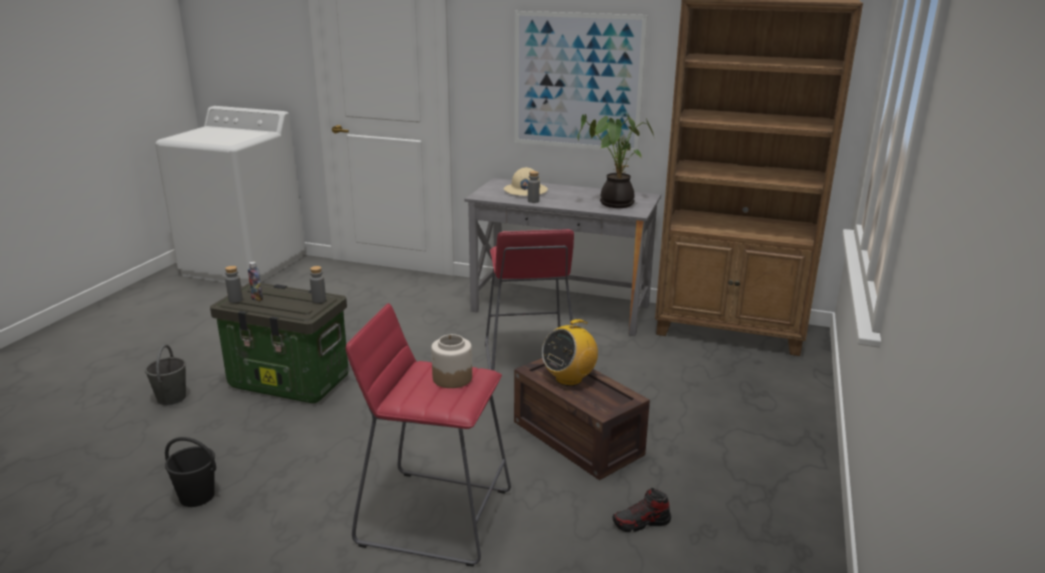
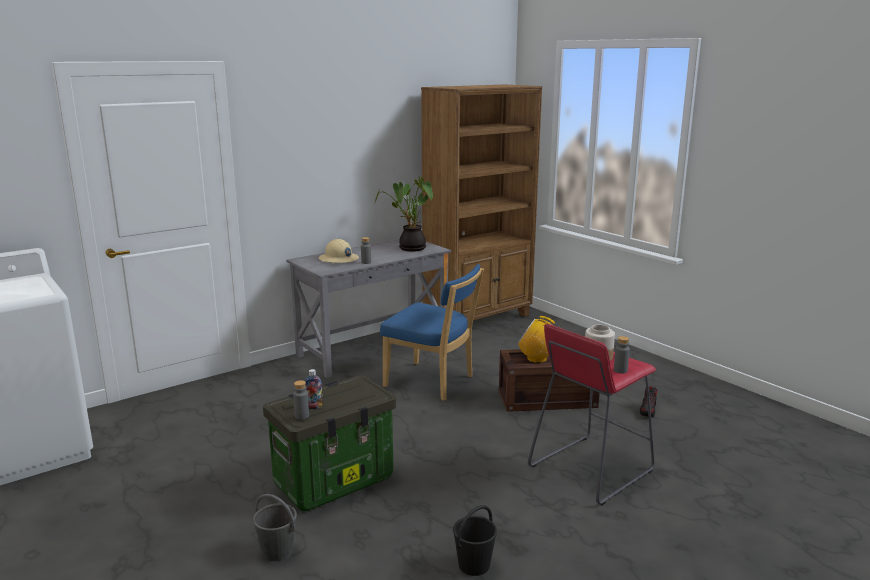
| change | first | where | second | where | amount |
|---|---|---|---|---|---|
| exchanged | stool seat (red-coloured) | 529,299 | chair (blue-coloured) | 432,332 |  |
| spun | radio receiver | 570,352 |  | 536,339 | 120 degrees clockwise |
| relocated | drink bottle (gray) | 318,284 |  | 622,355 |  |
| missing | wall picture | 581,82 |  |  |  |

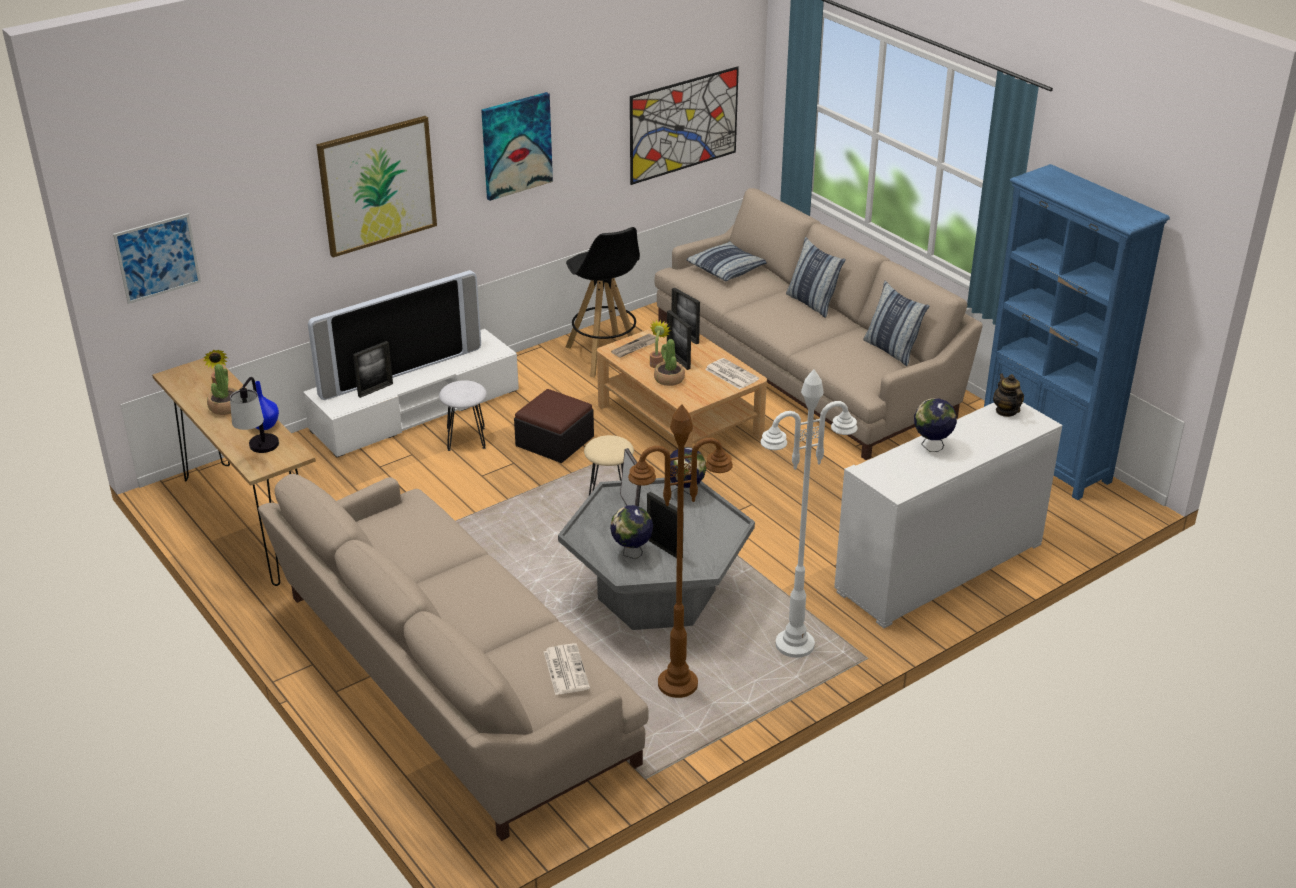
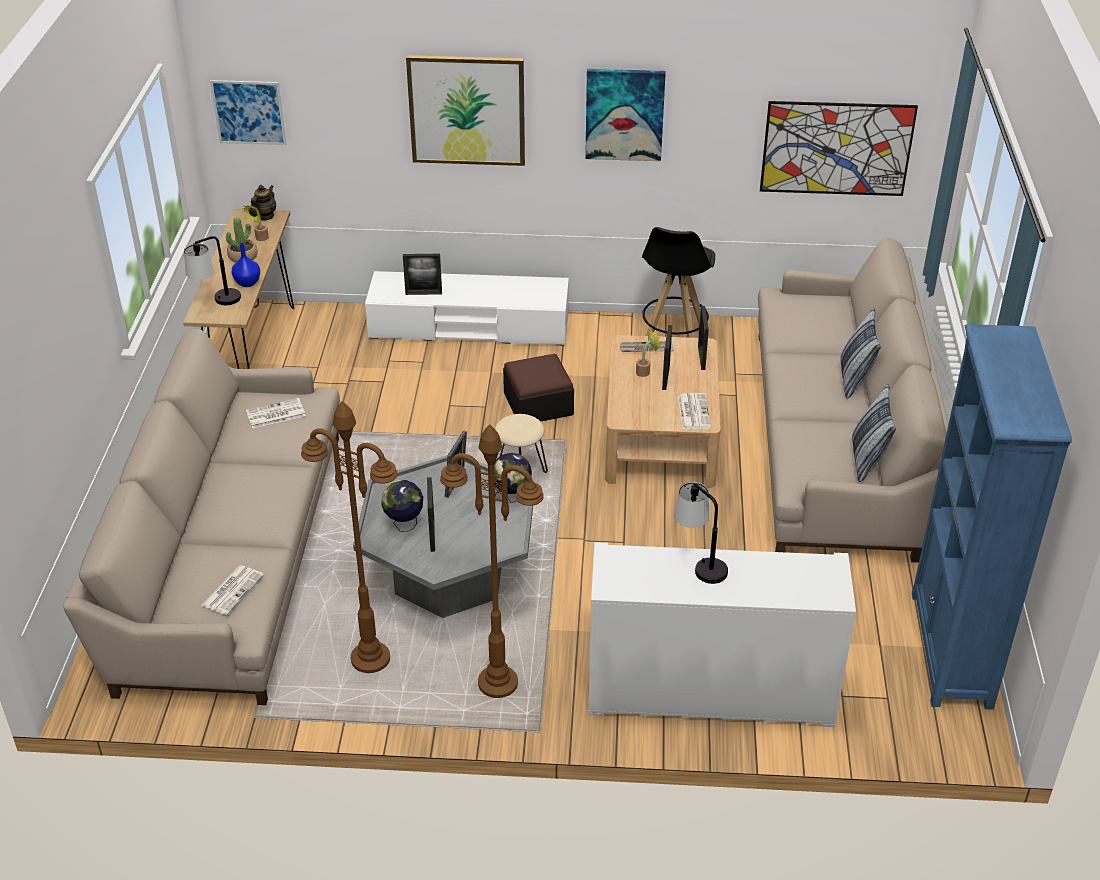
| change | first | where | second | where | amount |
|---|---|---|---|---|---|
| appeared |  |  | printed paper | 276,413 |  |
| relocated | pot for tea | 1008,395 |  | 263,203 |  |
| colour | standing lamp (whitish) | 809,513 | standing lamp (brown) | 492,561 |  |
| exchanged | globe | 935,425 | table lamp | 701,533 |  |
| missing | television | 394,335 |  |  |  |
| missing | stool seat (whitish) | 463,415 |  |  |  |
| missing | potted plant | 669,362 |  |  |  |
| missing | pillow | 726,261 |  |  |  |

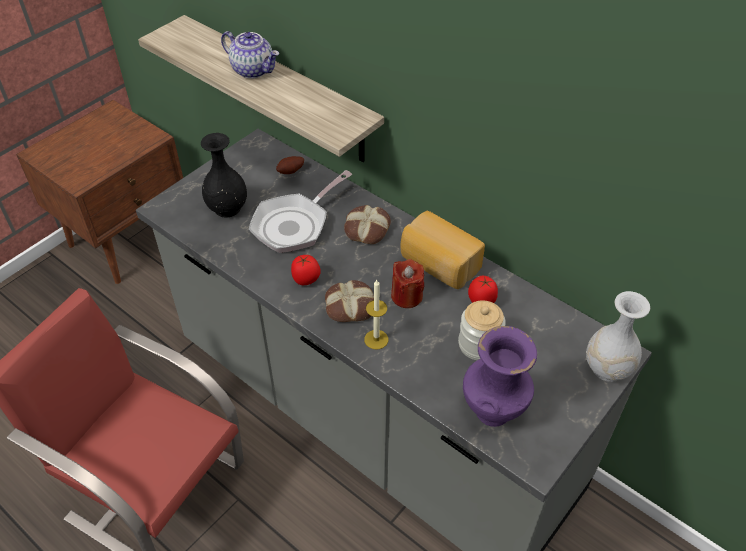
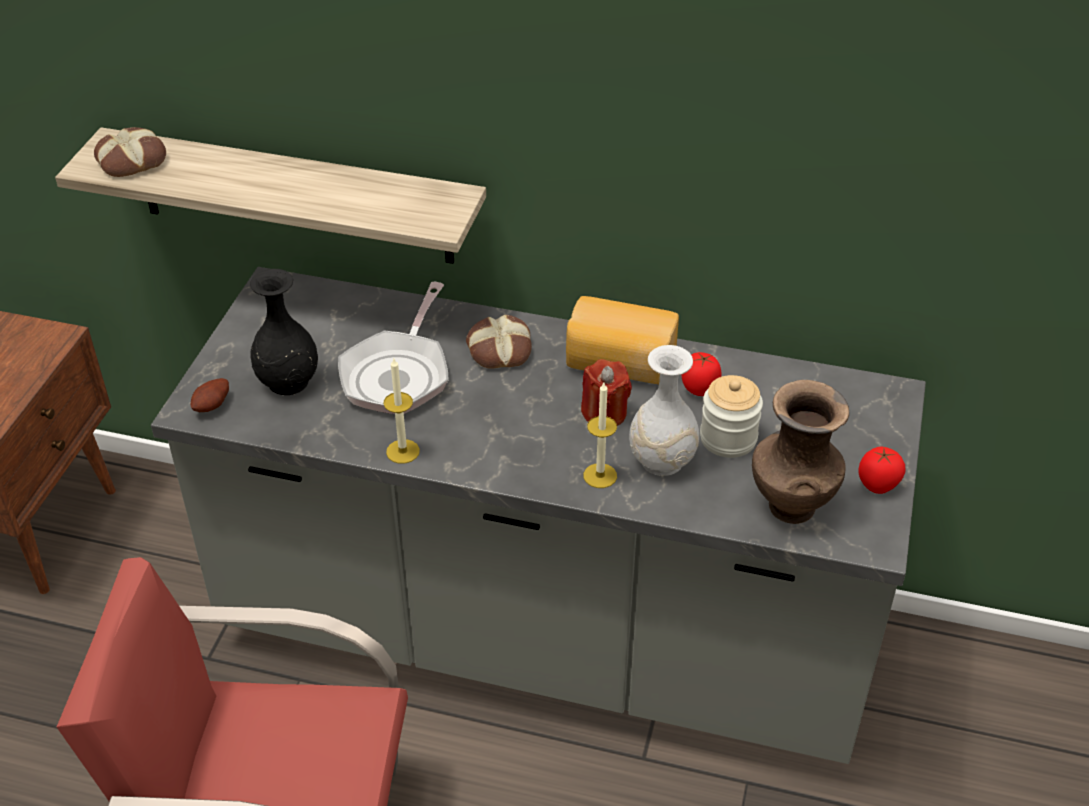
| change | first | where | second | where | amount |
|---|---|---|---|---|---|
| relocated | baked bread | 349,301 |  | 130,152 |  |
| relocated | potato | 290,165 |  | 209,395 |  |
| appeared |  |  | candle | 401,411 |  |
| relocated | flower vase (whitish) | 618,336 |  | 664,410 |  |
| colour | flower vase (purplish) | 500,376 | flower vase (brown) | 800,452 |  |
| relocated | fresh tomato | 305,270 |  | 882,470 |  |
| missing | pot for tea | 250,55 |  |  |  |

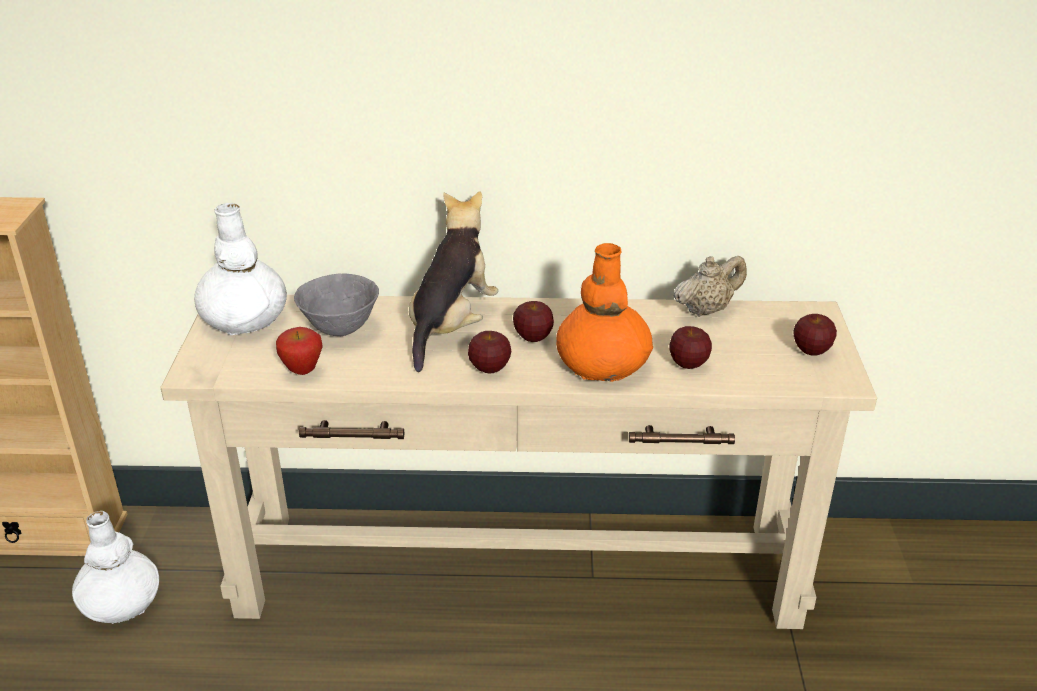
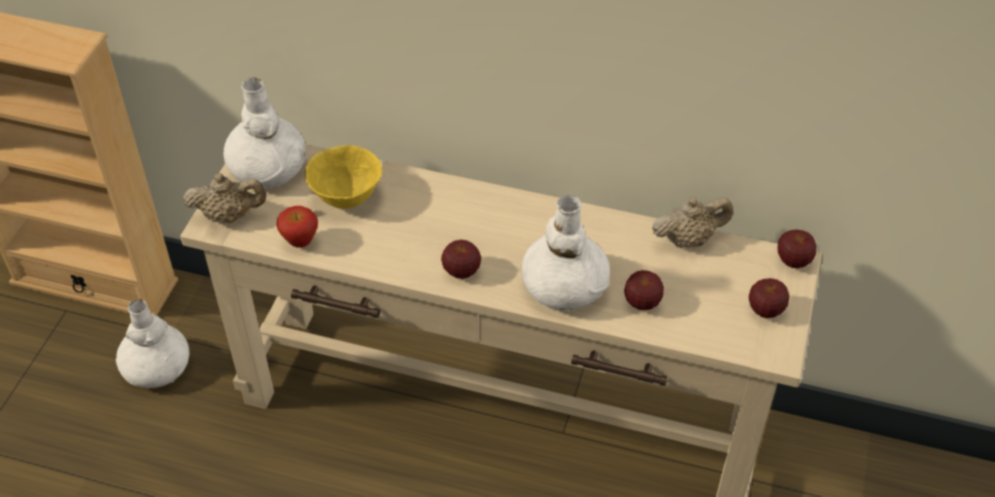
| change | first | where | second | where | amount |
|---|---|---|---|---|---|
| appeared |  |  | pot for tea (beige) | 225,198 |  |
| colour | bowl (gray) | 336,304 | bowl (yellow) | 343,177 |  |
| colour | flower vase (orange-coloured) | 604,312 | flower vase (whitish) | 565,253 |  |
| relocated | whole apple | 533,321 |  | 797,249 |  |
| missing | plush toy | 453,281 |  |  |  |

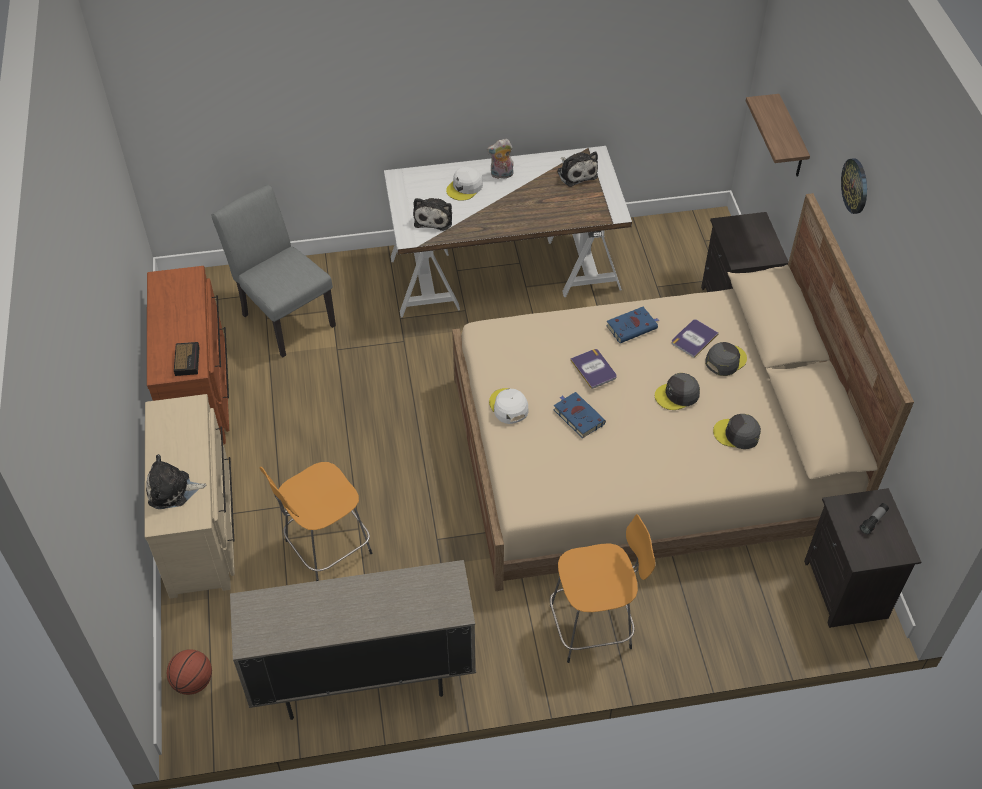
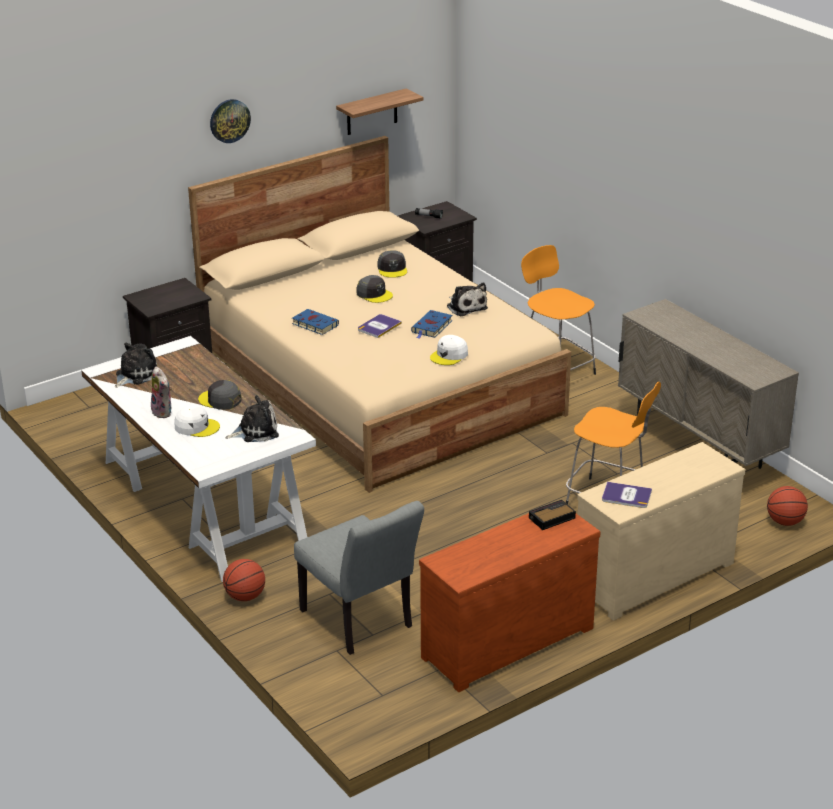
| change | first | where | second | where | amount |
|---|---|---|---|---|---|
| relocated | peaked cap (gray) | 726,359 |  | 220,395 |  |
| appeared |  |  | basketball | 244,580 |  |
| spun | chair (gray) | 274,271 |  | 359,578 | 60 degrees counterclockwise |
| relocated | wall shelf | 778,135 |  | 380,111 |  |
| relocated | plush toy | 176,481 |  | 467,299 |  |
| relocated | book | 695,339 |  | 627,495 |  |

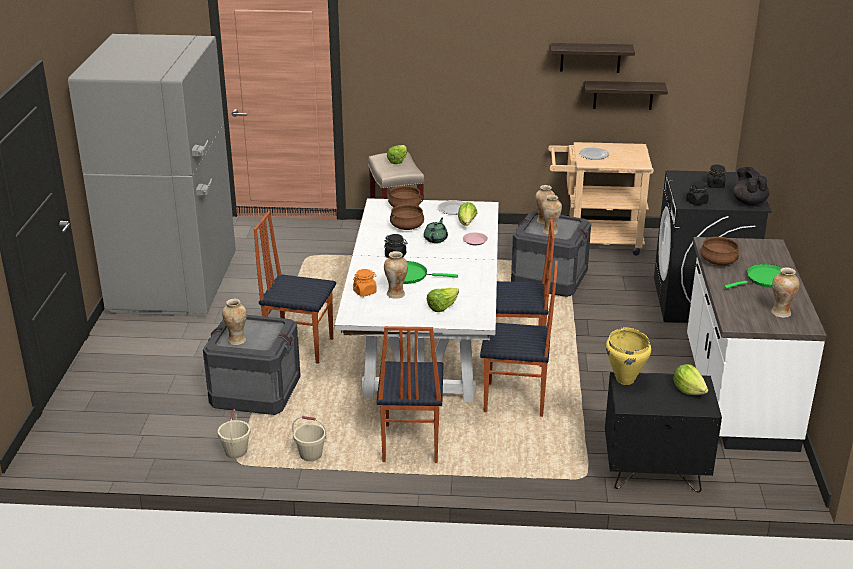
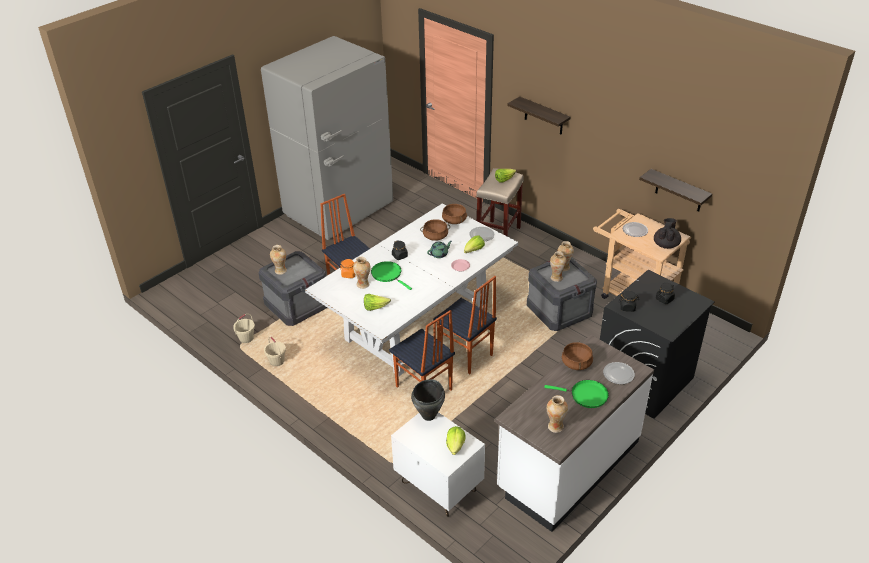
| change | first | where | second | where | amount |
|---|---|---|---|---|---|
| colour | nightstand (black-coloured) | 663,432 | nightstand (whitish) | 438,464 |  |
| colour | stockpot (yellow) | 628,356 | stockpot (black-coloured) | 428,400 |  |
| relocated | wall shelf | 593,58 |  | 539,115 |  |
| appeared |  |  | plate | 619,373 |  |
| relocated | pot for tea (black-coloured) | 751,186 |  | 667,233 |  |
| missing | chair | 410,394 |  |  |  |

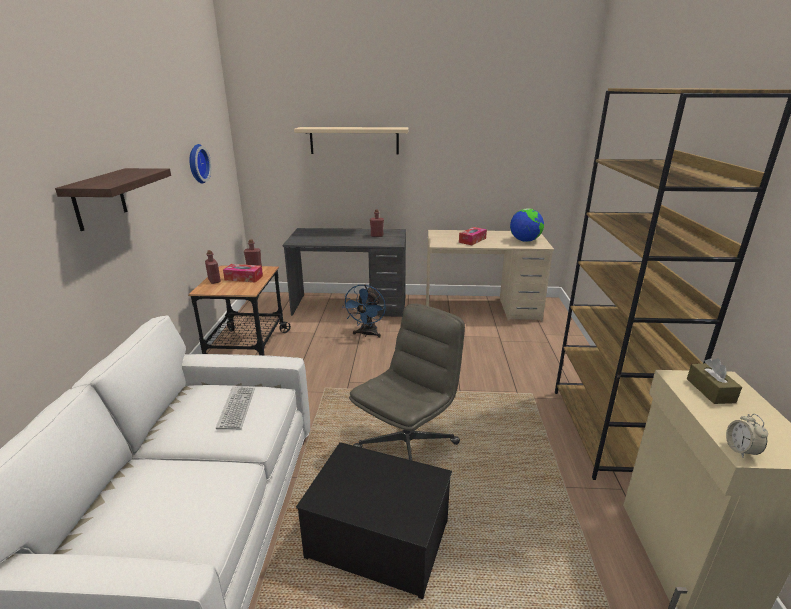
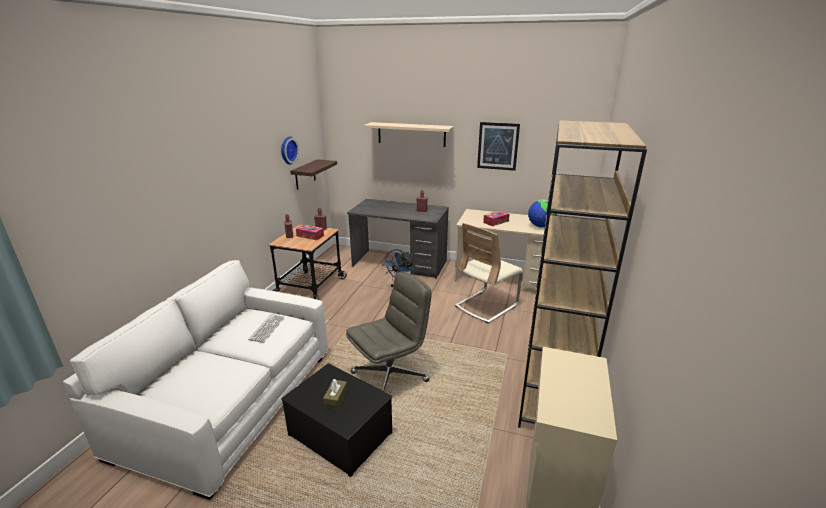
| change | first | where | second | where | amount |
|---|---|---|---|---|---|
| relocated | wall shelf | 113,199 |  | 313,174 |  |
| relocated | tissue holder (brown) | 714,381 |  | 335,394 |  |
| appeared |  |  | chair (beige) | 489,273 |  |
| appeared |  |  | wall picture | 498,146 |  |
| missing | table clock | 747,436 |  |  |  |

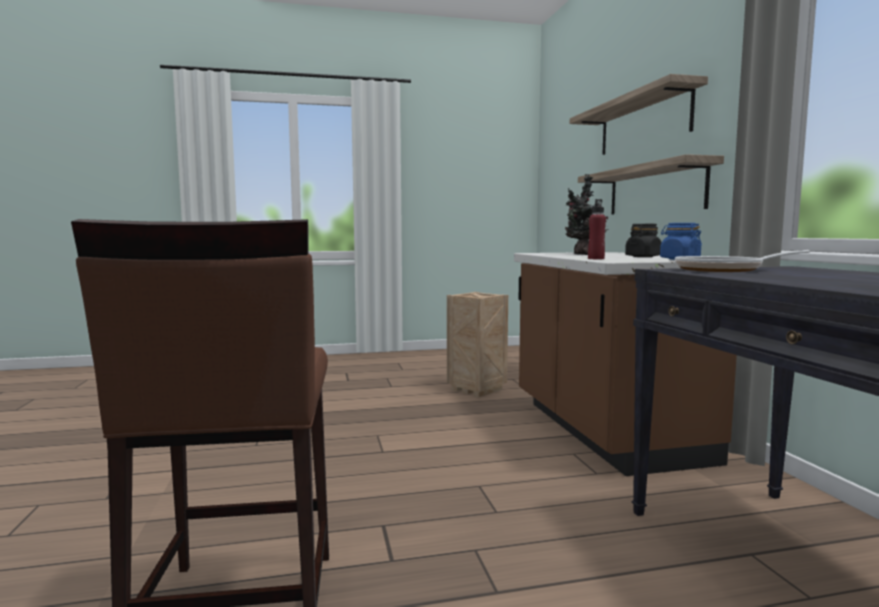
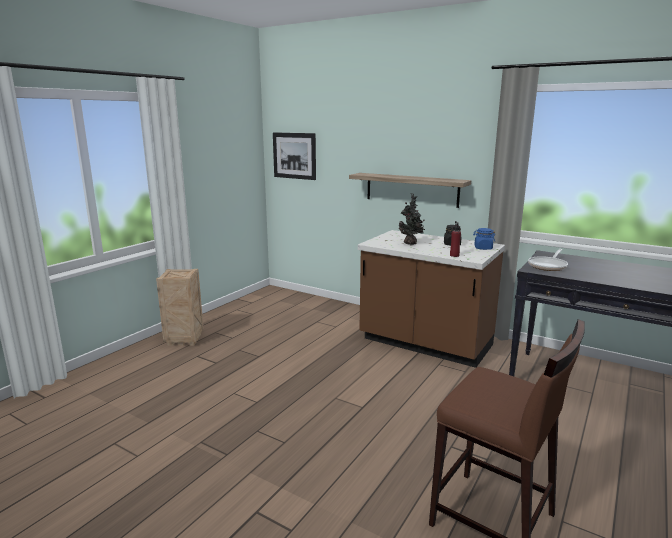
| change | first | where | second | where | amount |
|---|---|---|---|---|---|
| relocated | shipping crate | 477,344 |  | 180,307 |  |
| appeared |  |  | wall picture | 294,156 |  |
| missing | wall shelf | 639,114 |  |  |  |

